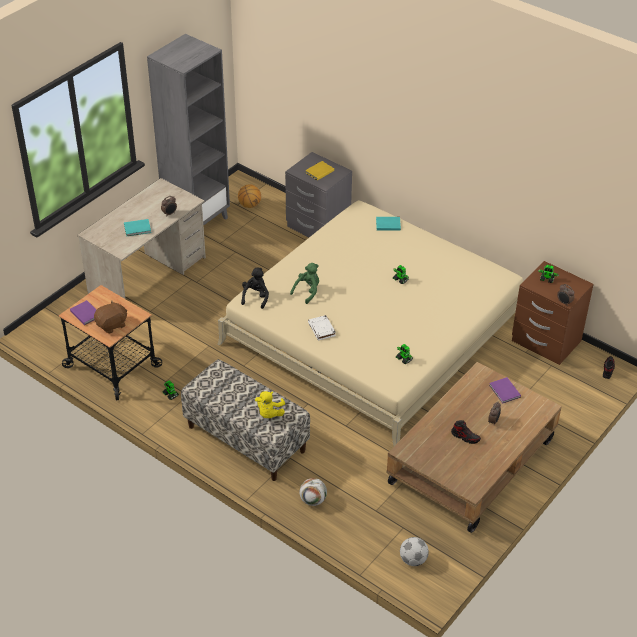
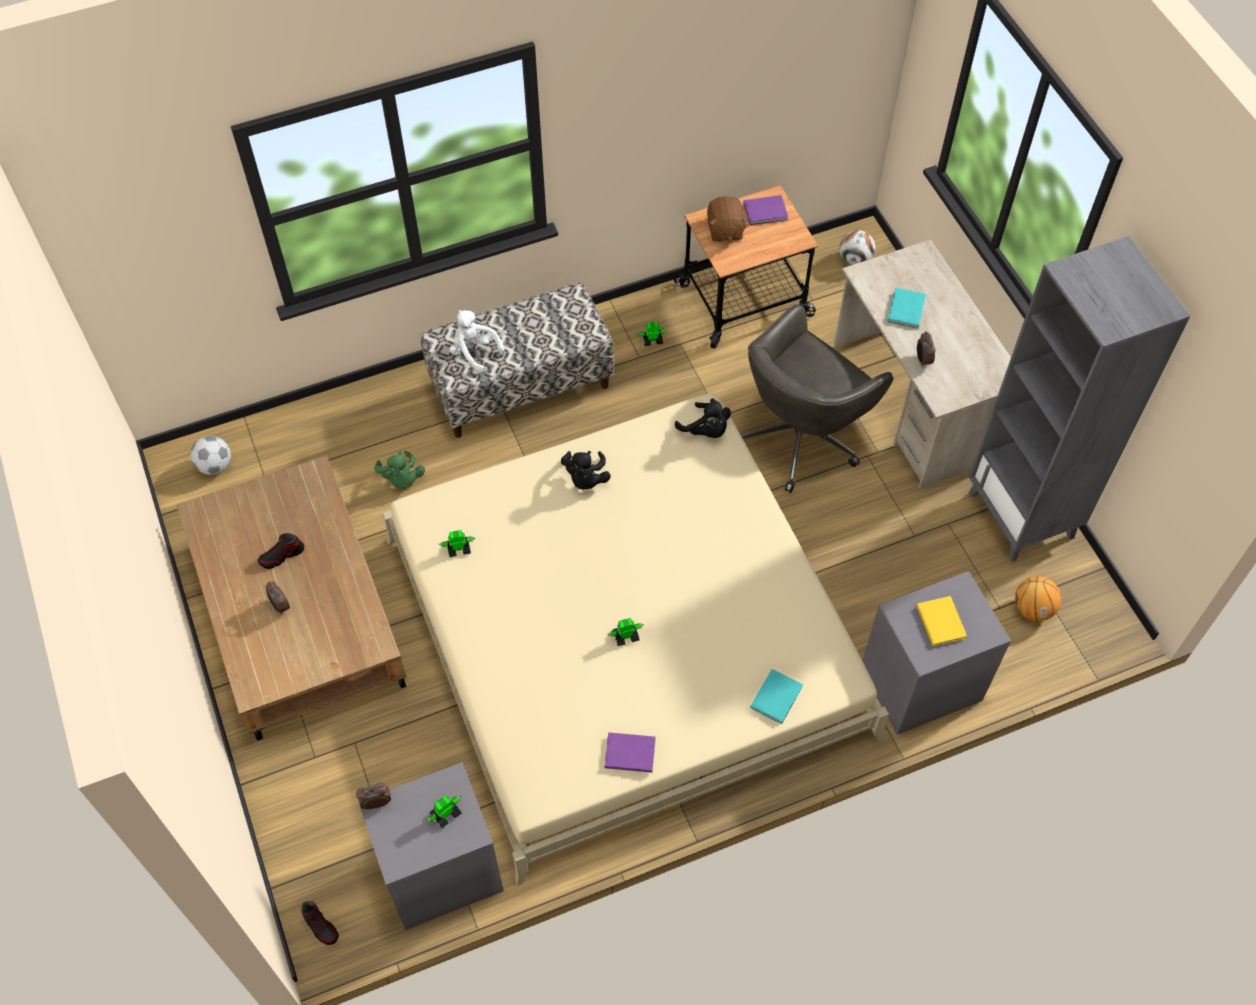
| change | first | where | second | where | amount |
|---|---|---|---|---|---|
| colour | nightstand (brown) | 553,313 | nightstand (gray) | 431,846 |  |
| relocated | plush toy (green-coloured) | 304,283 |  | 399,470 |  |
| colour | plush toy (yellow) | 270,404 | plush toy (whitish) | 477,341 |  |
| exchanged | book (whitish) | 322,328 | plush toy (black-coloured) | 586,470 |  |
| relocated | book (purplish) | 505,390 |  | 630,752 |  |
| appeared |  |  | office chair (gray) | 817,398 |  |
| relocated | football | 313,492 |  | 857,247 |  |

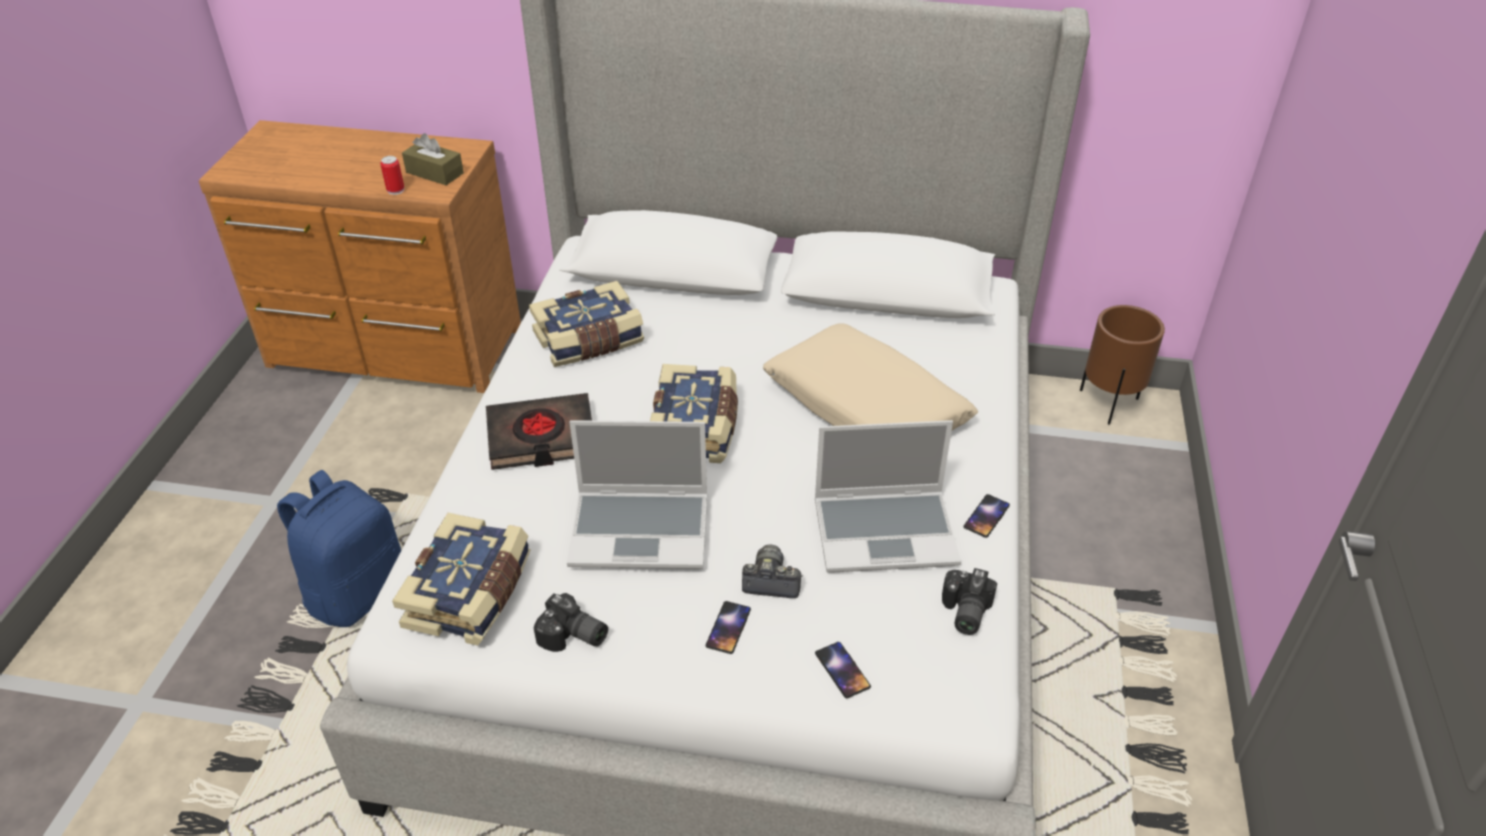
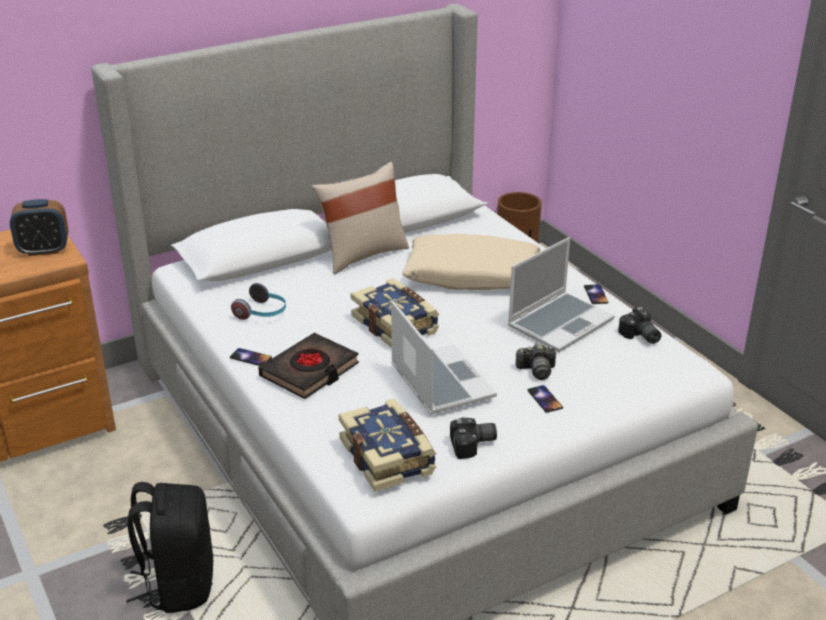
| change | first | where | second | where | amount |
|---|---|---|---|---|---|
| exchanged | tissue holder (brown) | 433,159 | table clock | 39,227 |  |
| colour | backpack (blue-coloured) | 339,548 | backpack (black-coloured) | 169,547 |  |
| relocated | telephone | 843,670 |  | 251,357 |  |
| exchanged | book | 586,324 | pair of headphones | 258,301 |  |
| appeared |  |  | pillow (beige) | 360,218 |  |
| spun | portable computer | 637,494 |  | 444,357 | 75 degrees counterclockwise |
| spun | photo camera | 772,571 |  | 535,361 | 150 degrees counterclockwise |
| missing | can | 392,175 |  |  |  |

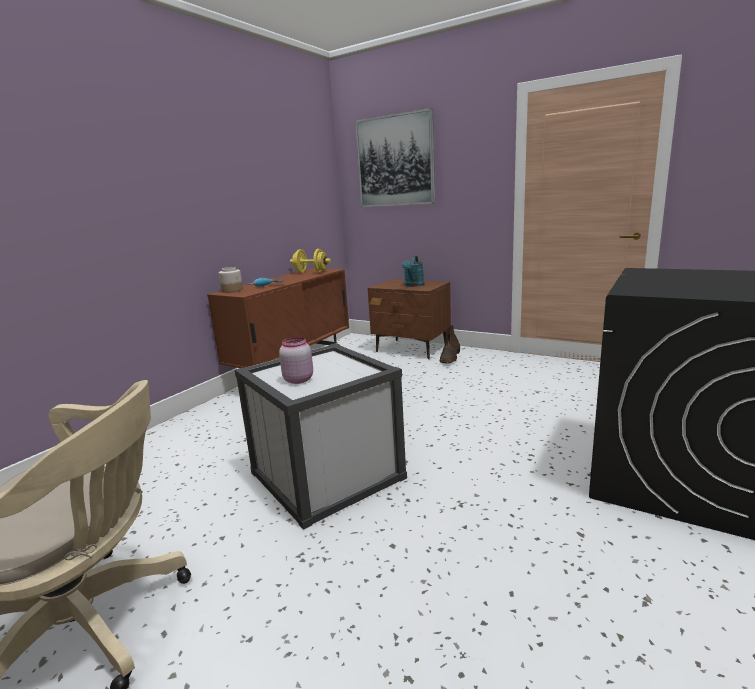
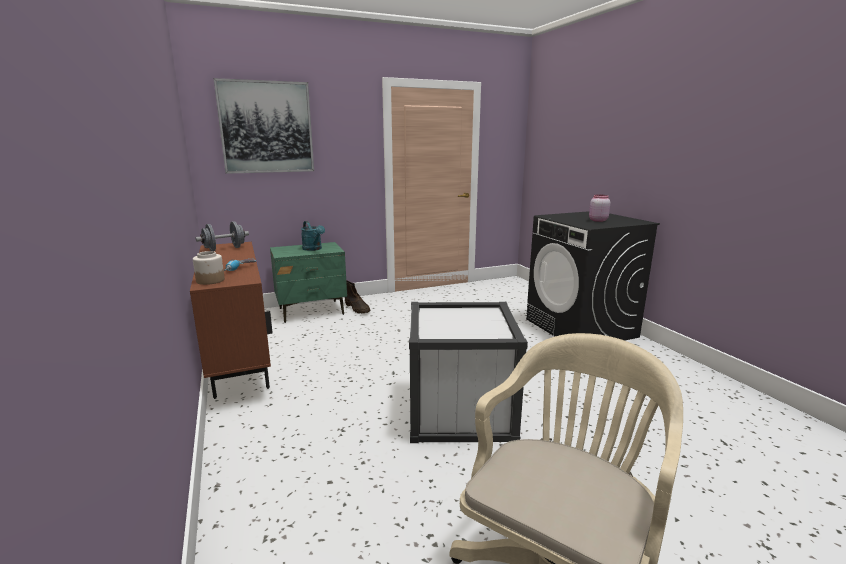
| change | first | where | second | where | amount |
|---|---|---|---|---|---|
| colour | dumbbell (yellow) | 310,261 | dumbbell (gray) | 222,236 |  |
| colour | nightstand (brown) | 409,319 | nightstand (green-coloured) | 308,282 |  |
| relocated | jar (pink-coloured) | 296,360 |  | 599,208 |  |

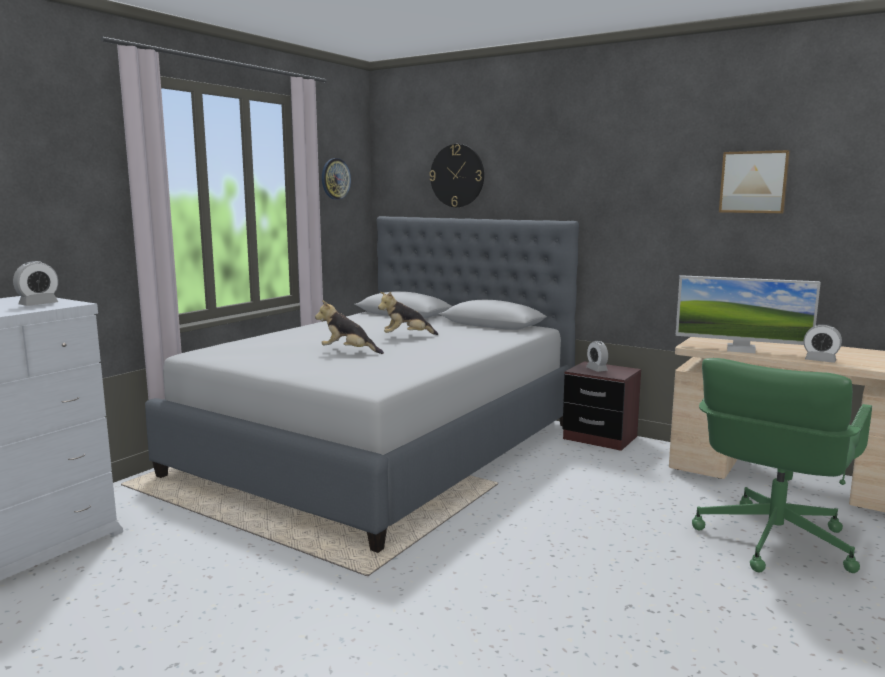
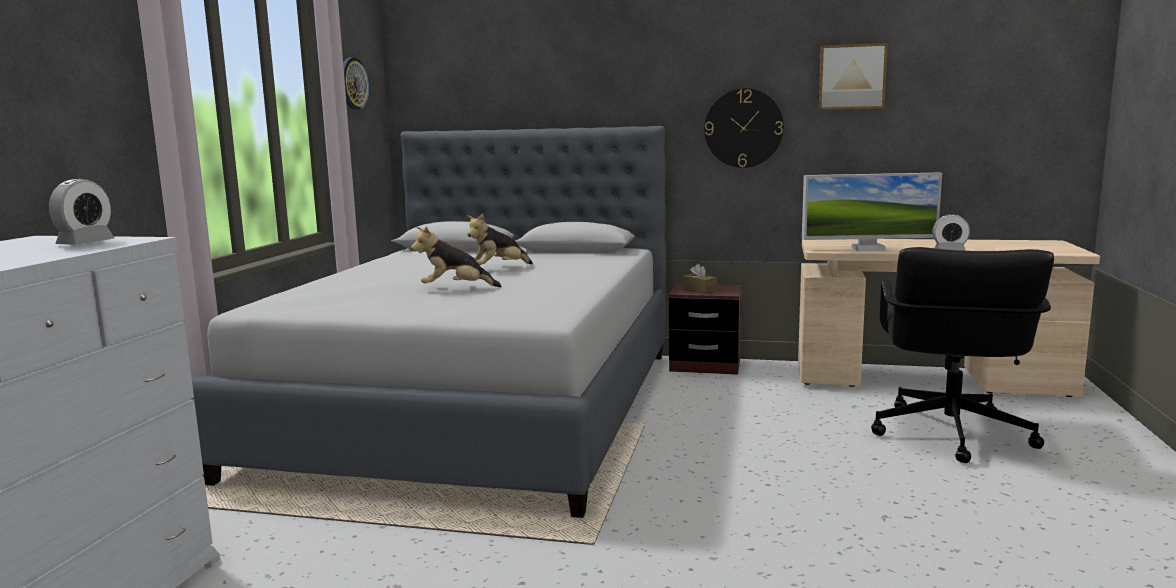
| change | first | where | second | where | amount |
|---|---|---|---|---|---|
| exchanged | table clock | 597,356 | tissue holder (brown) | 700,278 |  |
| relocated | wall clock | 457,175 |  | 744,128 |  |
| colour | office chair (green-coloured) | 782,465 | office chair (black-coloured) | 962,355 |  |

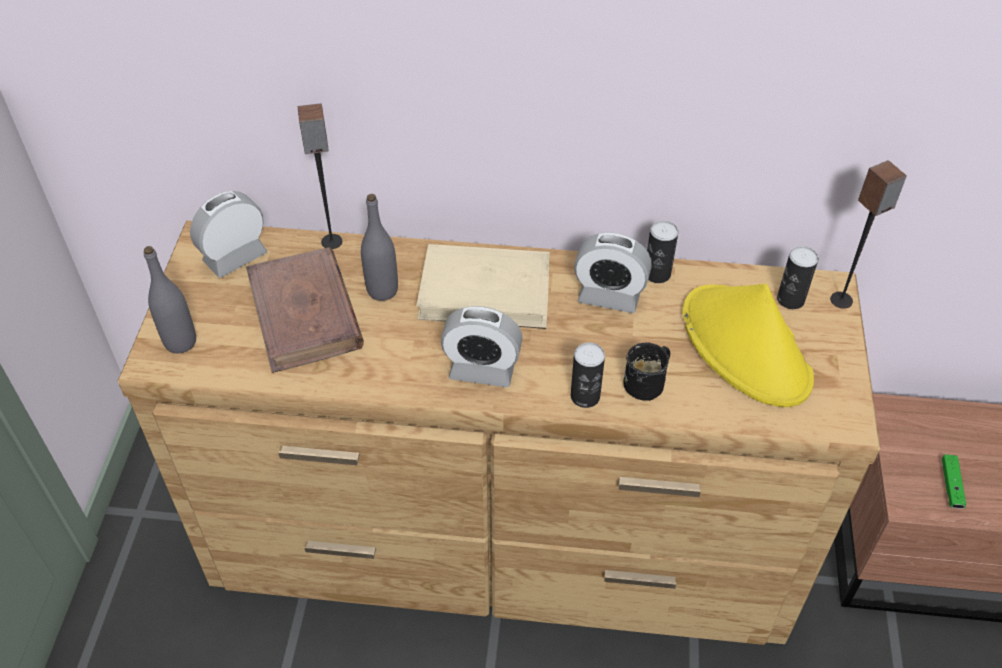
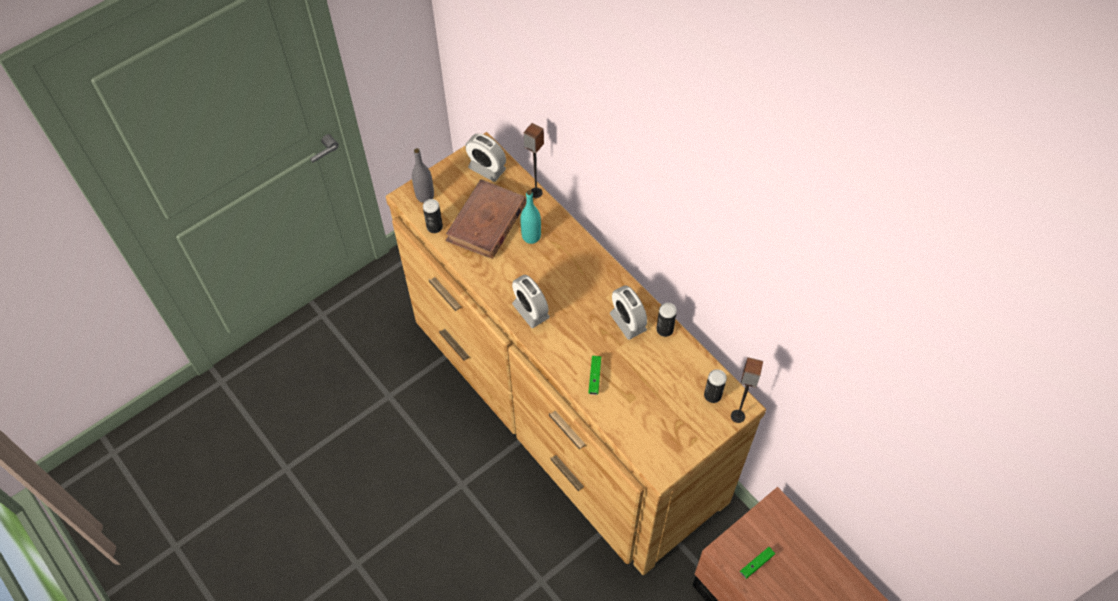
| change | first | where | second | where | amount |
|---|---|---|---|---|---|
| relocated | can | 588,375 |  | 433,216 |  |
| spun | table clock | 228,234 |  | 485,158 | 150 degrees counterclockwise |
| colour | drink bottle (gray) | 379,247 | drink bottle (turquoise-coloured) | 530,217 |  |
| exchanged | tea mug (black-coloured) | 646,371 | game controller (green-coloured) | 594,375 |  |
| missing | book (beige) | 483,286 |  |  |  |
| missing | clothing hat (yellow) | 748,345 |  |  |  |

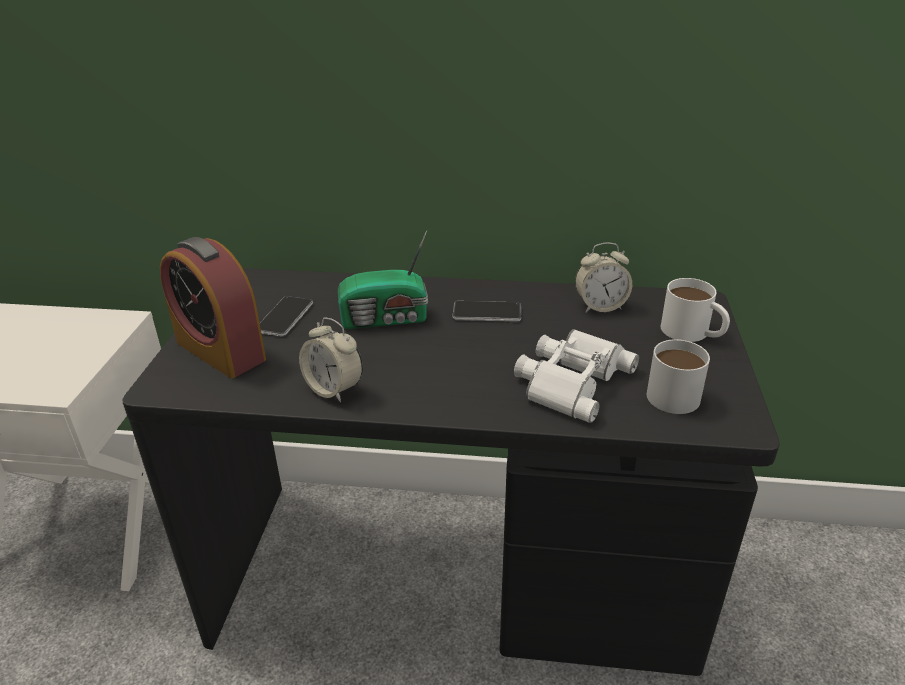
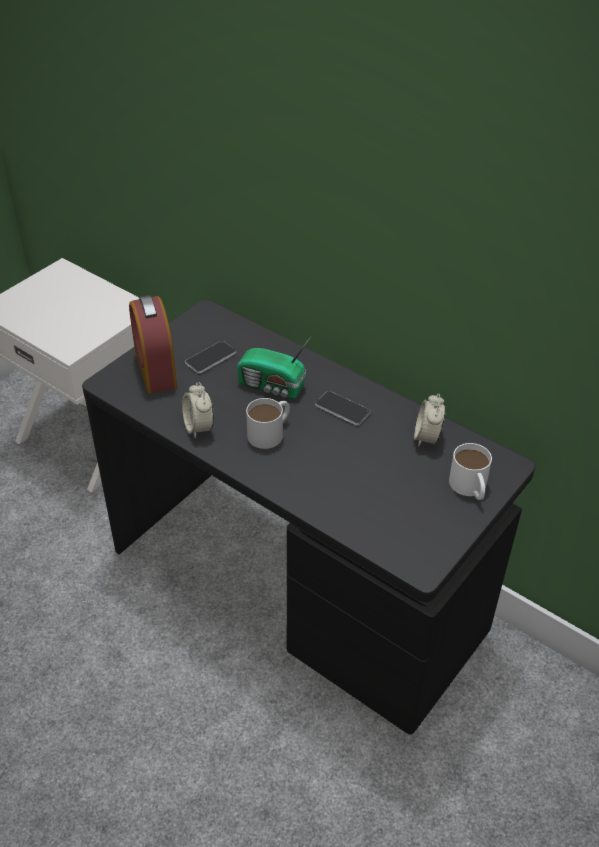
| change | first | where | second | where | amount |
|---|---|---|---|---|---|
| relocated | tea mug (whitish) | 678,376 |  | 268,423 |  |
| spun | table clock | 603,277 |  | 430,420 | 75 degrees clockwise |
| missing | field glasses (whitish) | 576,376 |  |  |  |

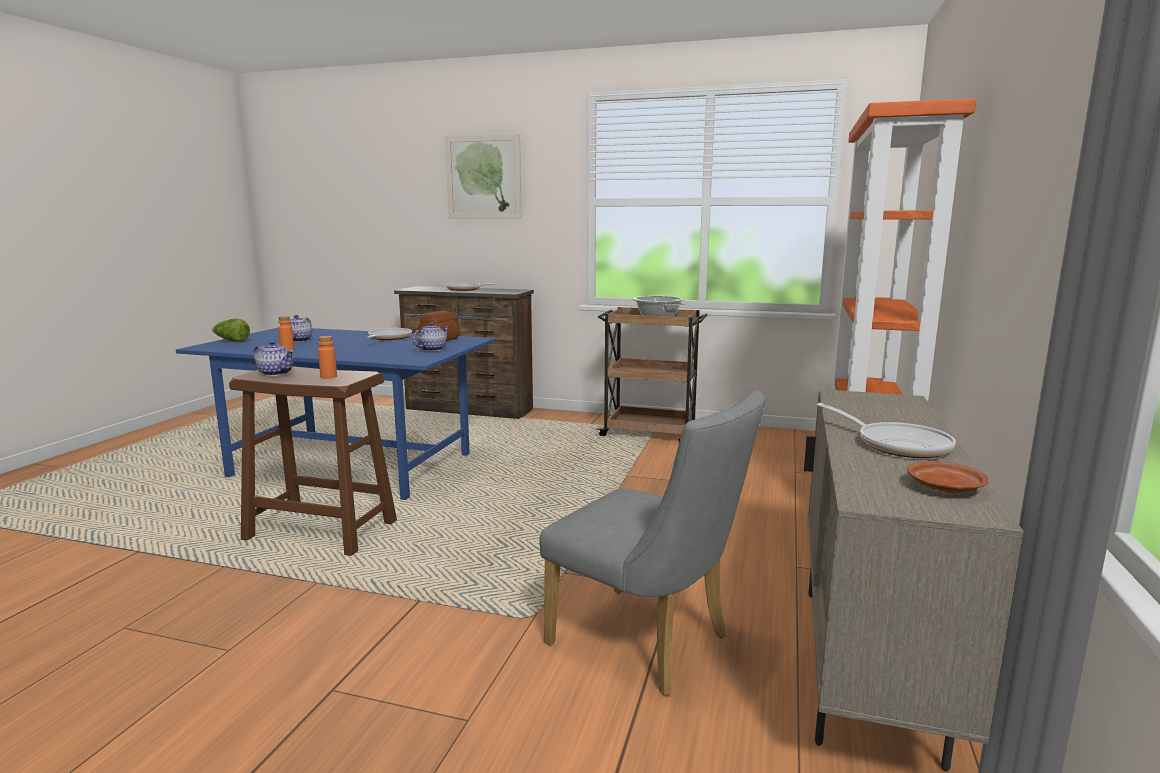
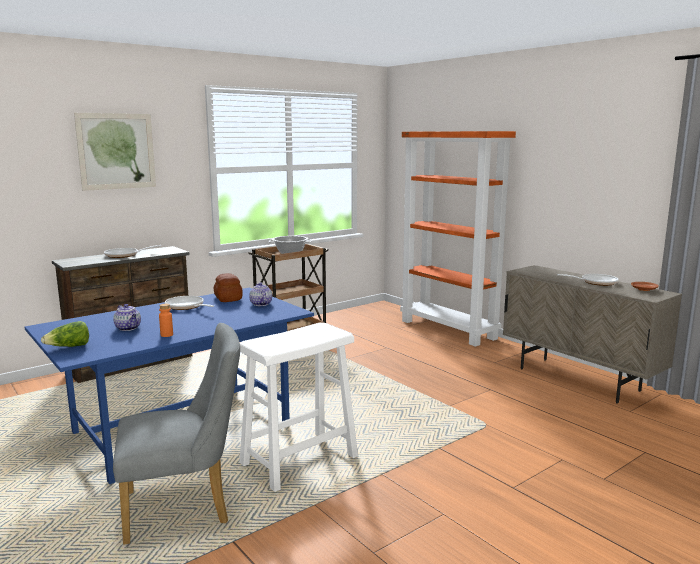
| change | first | where | second | where | amount |
|---|---|---|---|---|---|
| relocated | chair (gray) | 652,543 |  | 176,434 |  |
| colour | stool seat (brown) | 313,461 | stool seat (whitish) | 298,407 |  |
| missing | pot for tea | 273,358 |  |  |  |
| missing | drink bottle (orange-coloured) | 327,357 |  |  |  |

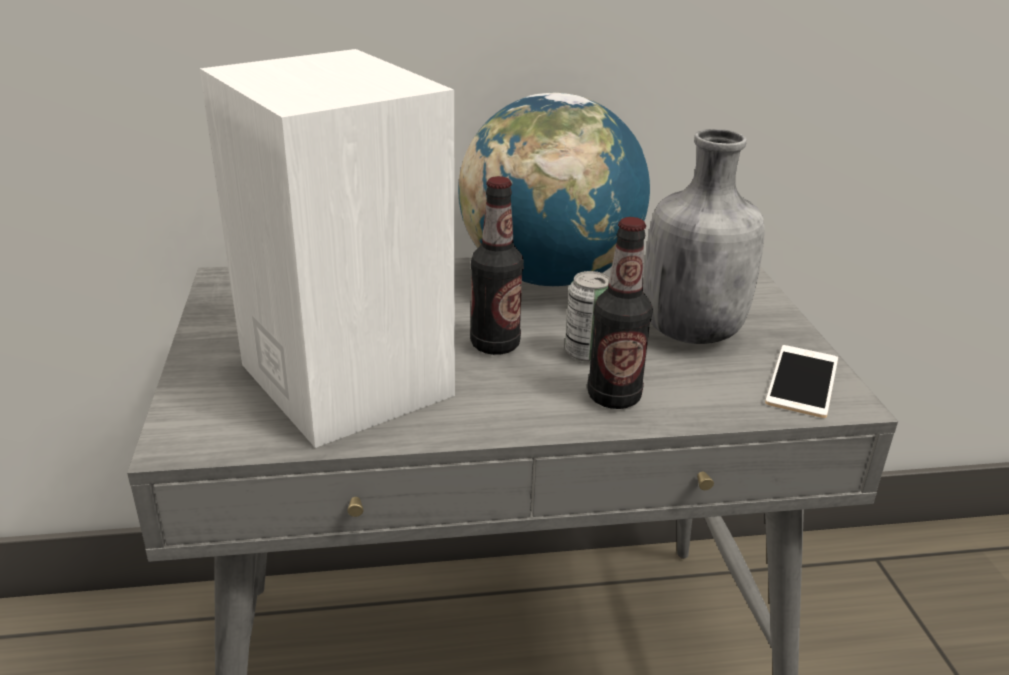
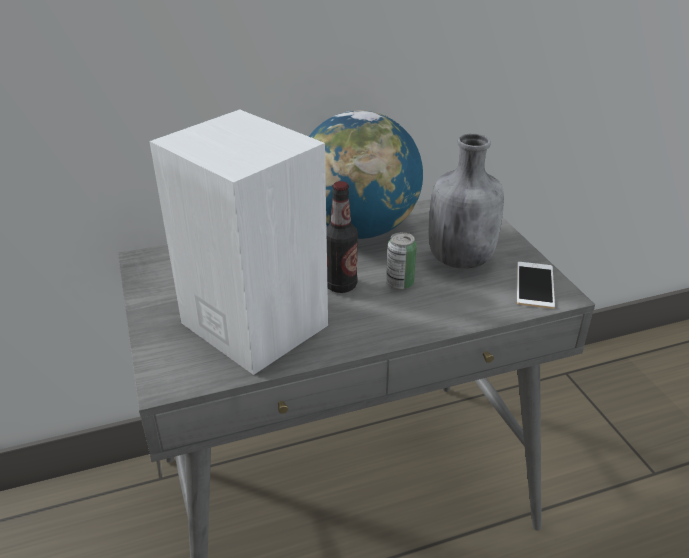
| change | first | where | second | where | amount |
|---|---|---|---|---|---|
| missing | drink bottle | 620,313 |  |  |  |

